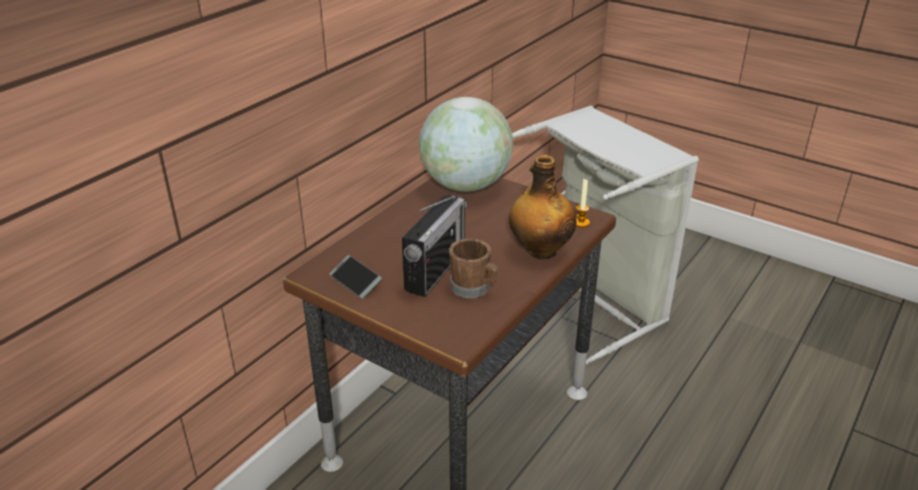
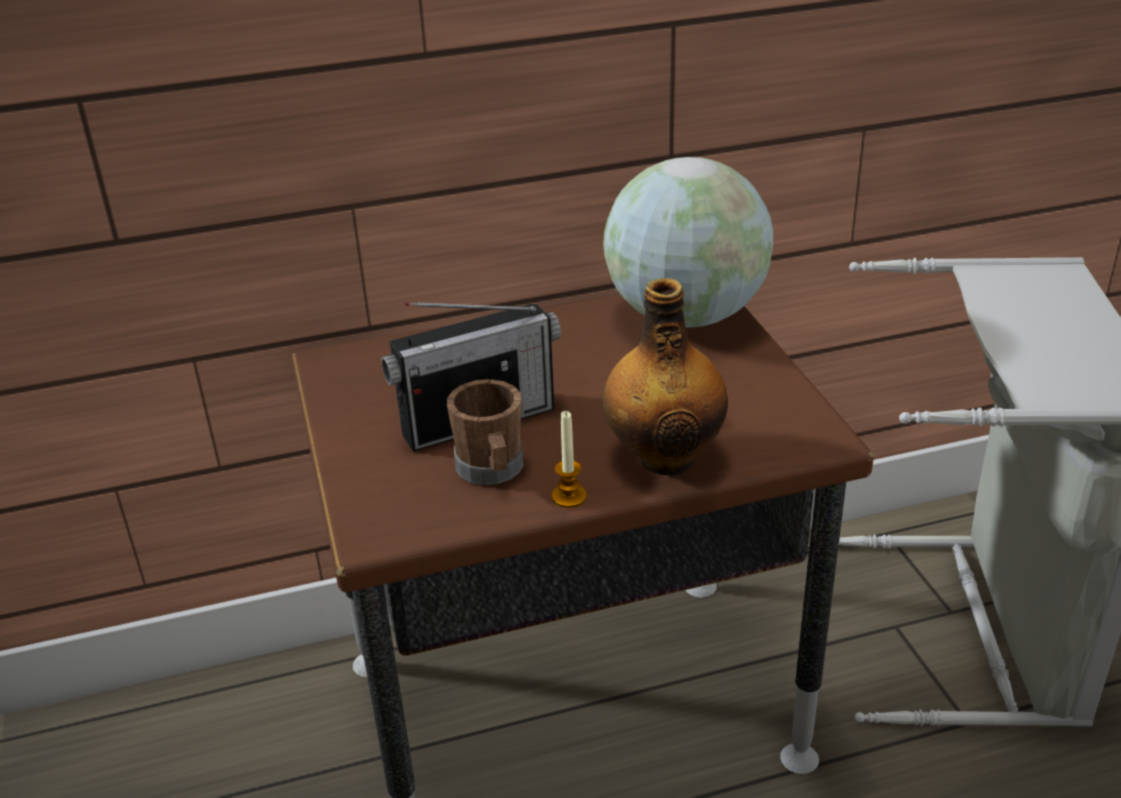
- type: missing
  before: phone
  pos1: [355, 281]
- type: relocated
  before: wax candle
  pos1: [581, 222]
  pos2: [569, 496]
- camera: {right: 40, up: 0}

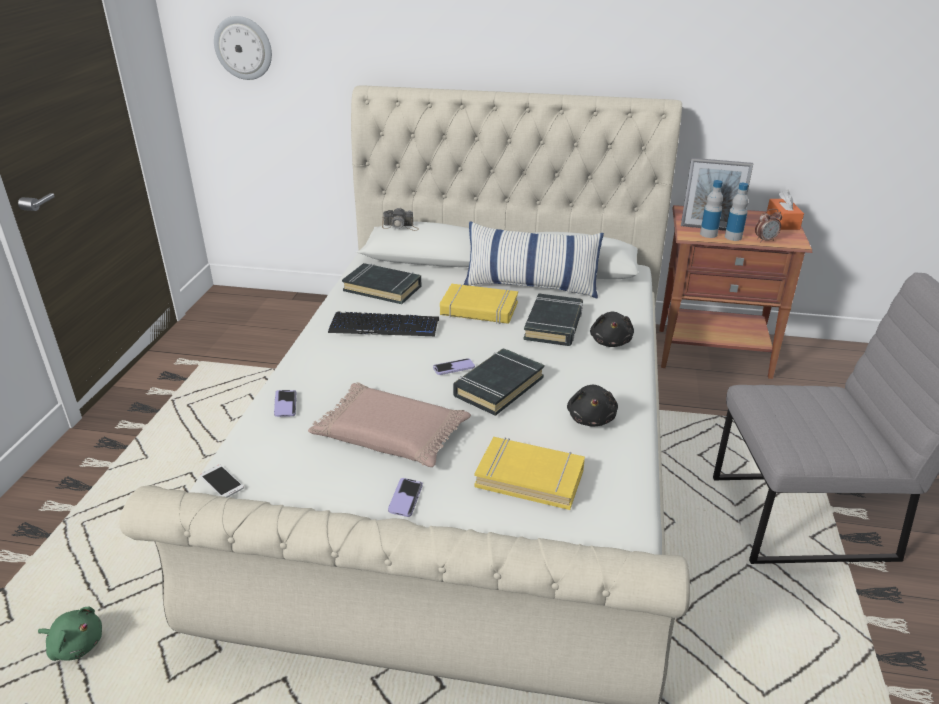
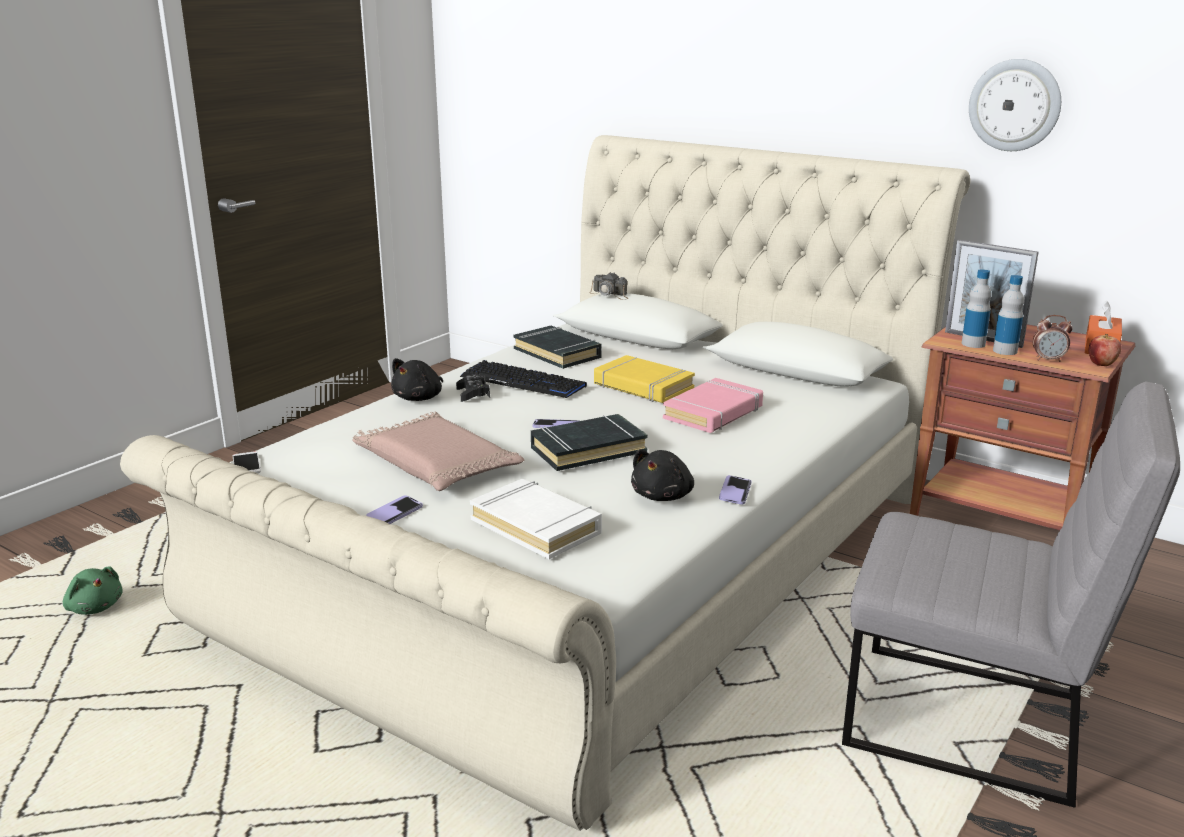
- type: missing
  before: pillow
  pos1: [531, 286]
- type: appeared
  after: game controller/blackish
  pos2: [473, 394]
- type: appeared
  after: whole apple
  pos2: [1101, 364]
- type: relocated
  before: wall clock
  pos1: [243, 48]
  pos2: [1014, 105]
- type: relocated
  before: phone
  pos1: [285, 404]
  pos2: [735, 491]
- type: relocated
  before: cuddly toy/blackish
  pos1: [611, 341]
  pos2: [419, 398]
- type: colour
  before: bound book/yellow-coloured
  after: bound book/whitish
  pos1: [530, 478]
  pos2: [536, 526]
- type: colour
  before: bound book/blackish
  after: bound book/pink-coloured
  pos1: [554, 325]
  pos2: [714, 413]
- camera: {right: 25, up: -10}

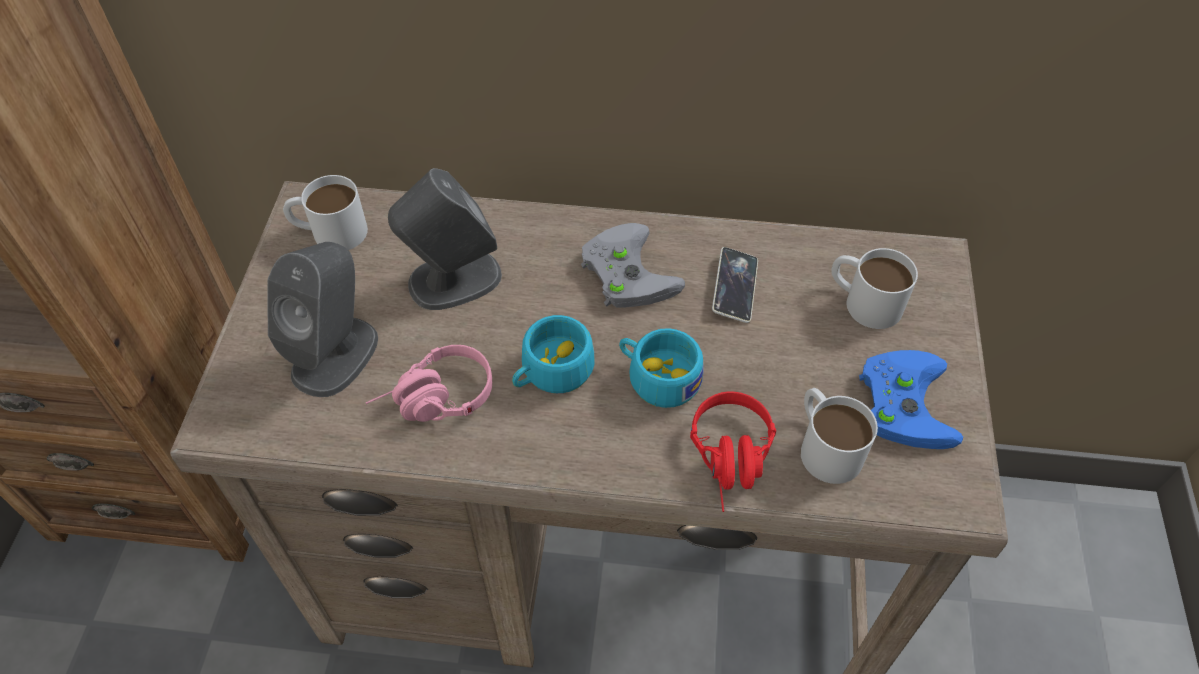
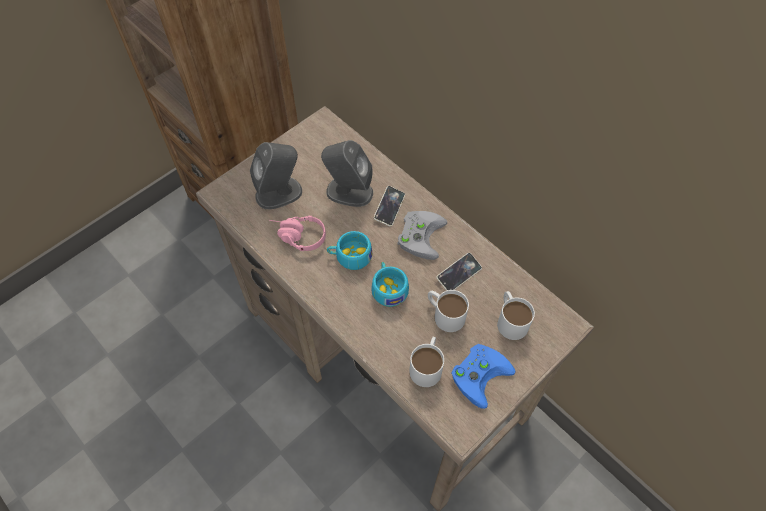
- type: missing
  before: headset/reddish
  pos1: [732, 462]
- type: appeared
  after: phone
  pos2: [389, 207]
- type: relocated
  before: tea mug/whitish
  pos1: [329, 231]
  pos2: [444, 314]
- camera: {right: 40, up: 5}

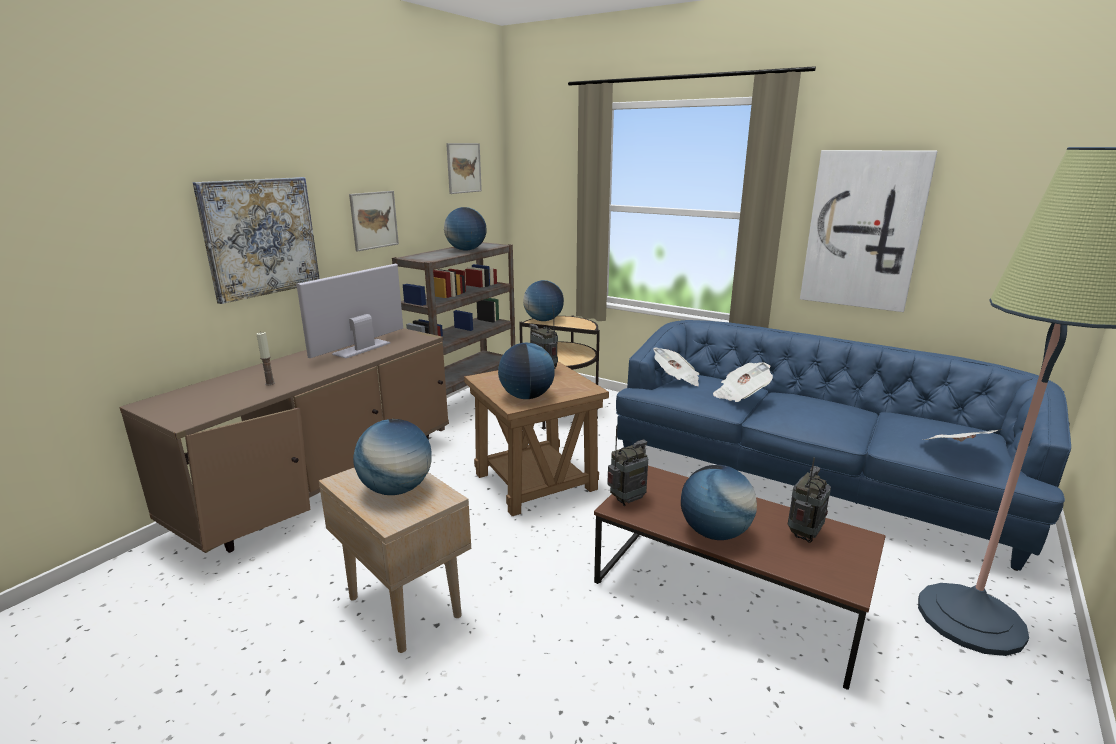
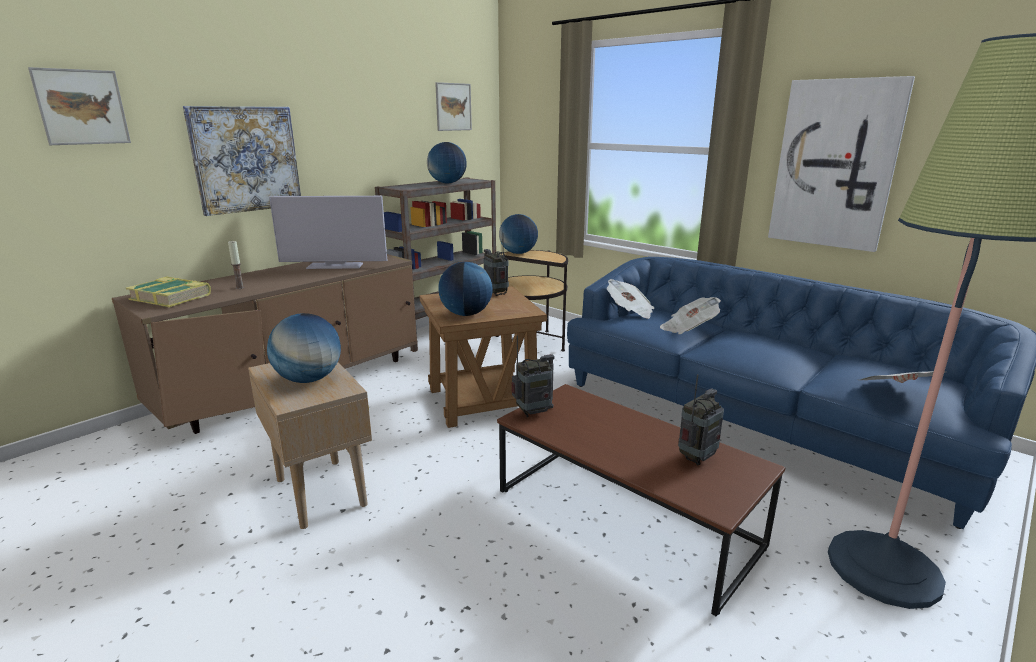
- type: missing
  before: world globe
  pos1: [714, 533]
- type: appeared
  after: bound book
  pos2: [171, 297]
- type: relocated
  before: picture
  pos1: [374, 220]
  pos2: [82, 107]
- type: spun
  before: TV
  pos1: [362, 348]
  pos2: [335, 266]
  turn: -135
- camera: {right: 10, up: 0}

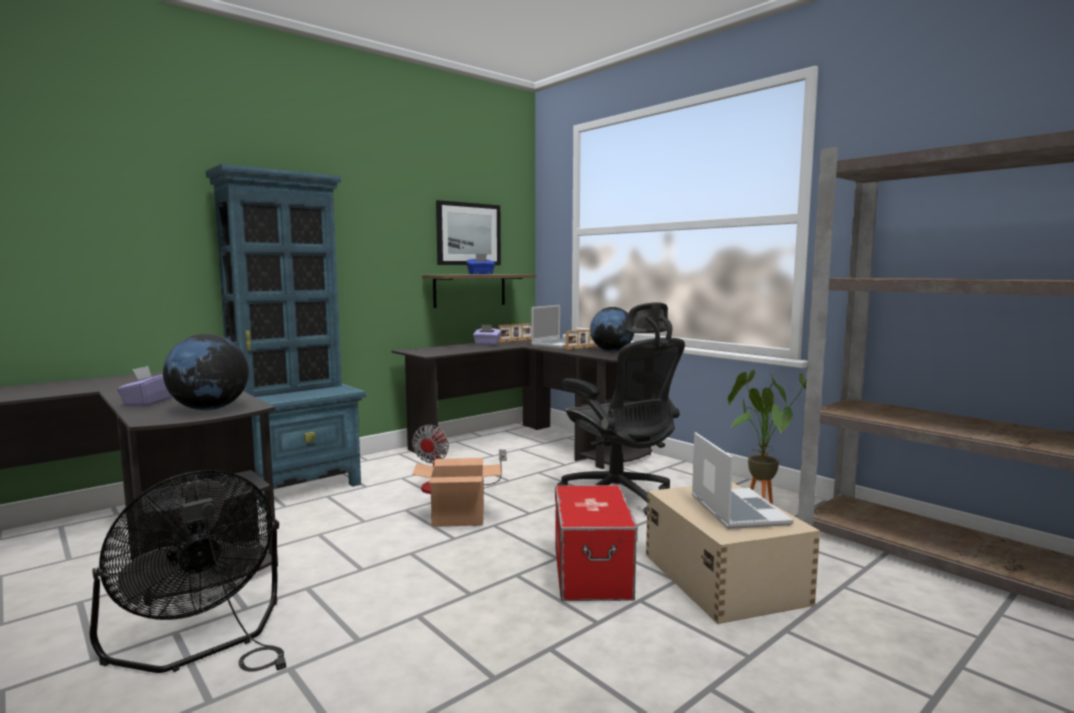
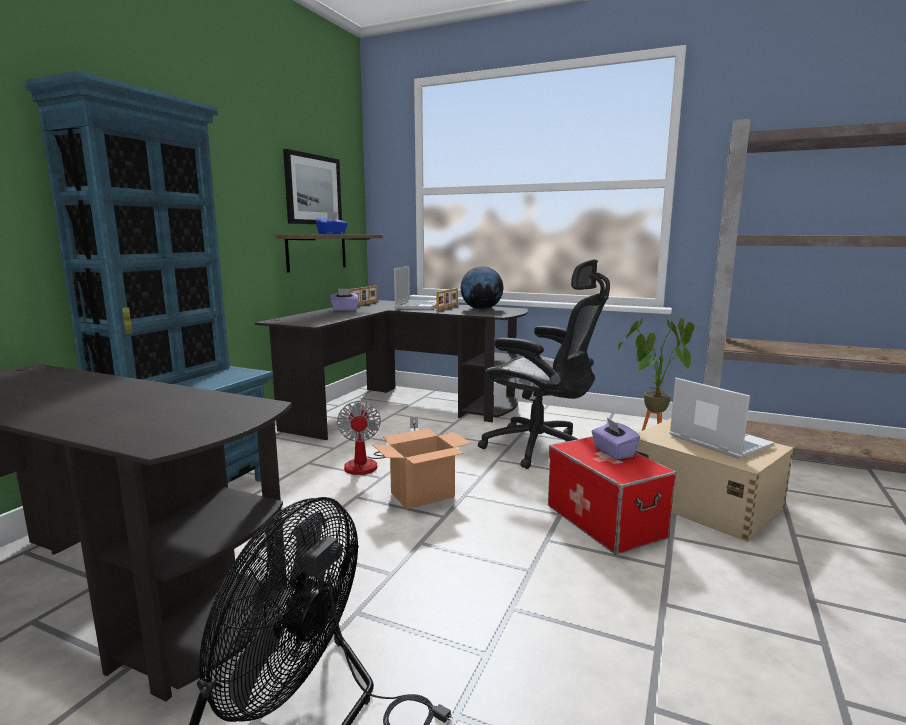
- type: missing
  before: world globe
  pos1: [209, 409]
- type: relocated
  before: tissue box/purple
  pos1: [147, 402]
  pos2: [613, 452]
- camera: {right: -25, up: 5}

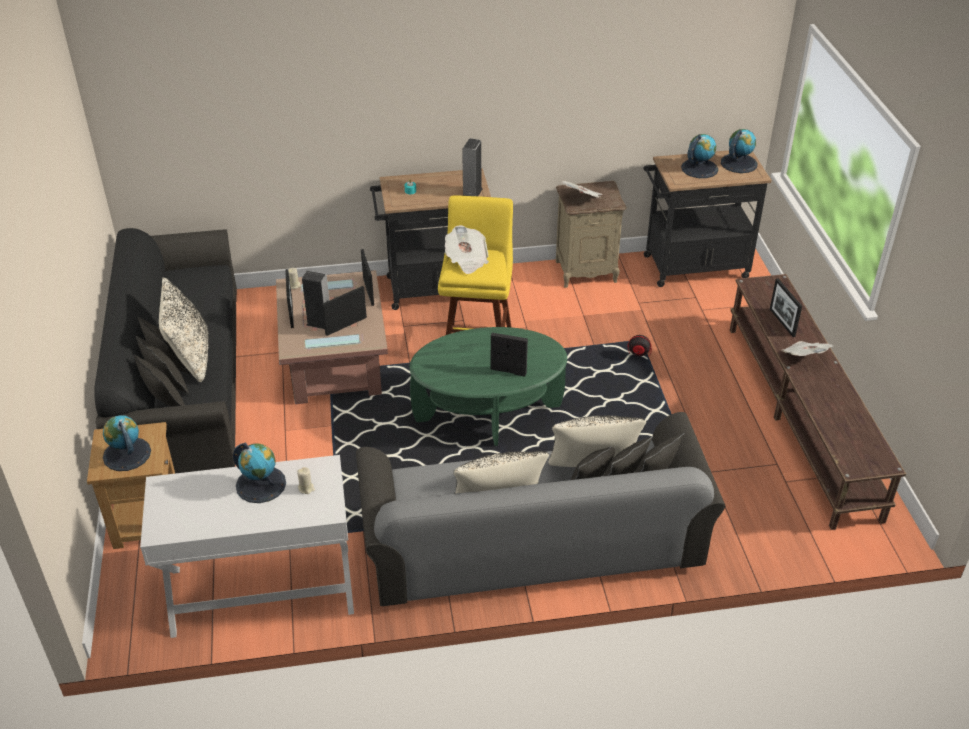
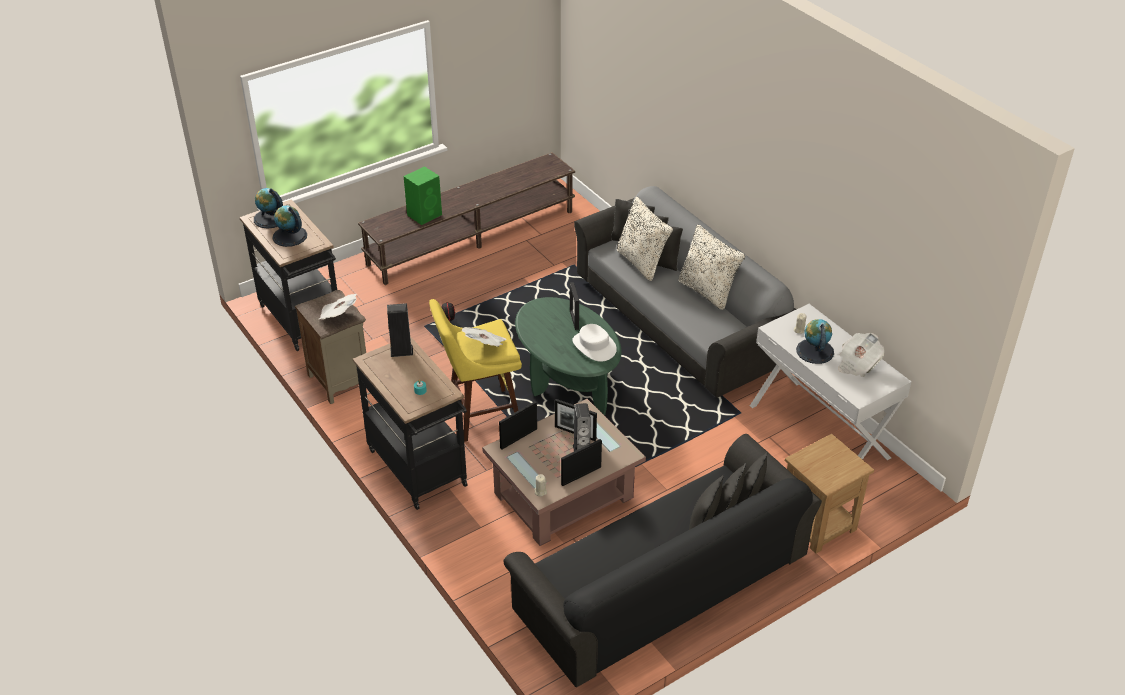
- type: missing
  before: world globe
  pos1: [126, 454]
- type: missing
  before: pillow/beige-coloured
  pos1: [191, 359]
- type: appeared
  after: wearable hat/whitish
  pos2: [594, 346]
- type: relocated
  before: daily paper
  pos1: [804, 357]
  pos2: [857, 364]
- type: exchanged
  before: photo frame
  after: speaker/greenish
  pos1: [782, 322]
  pos2: [425, 214]
- camera: {right: -115, up: 0}

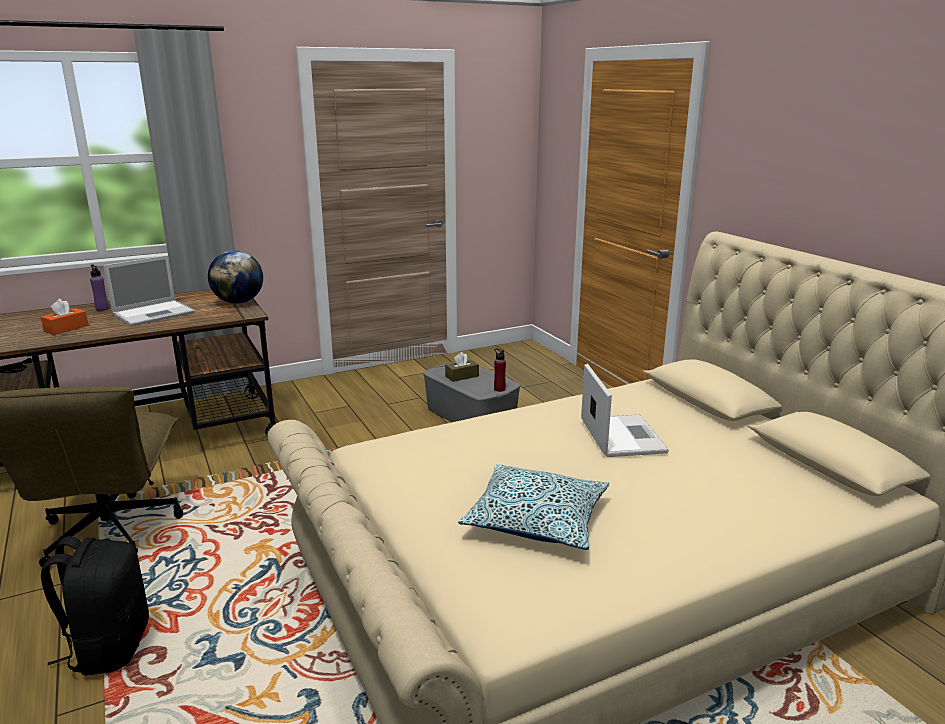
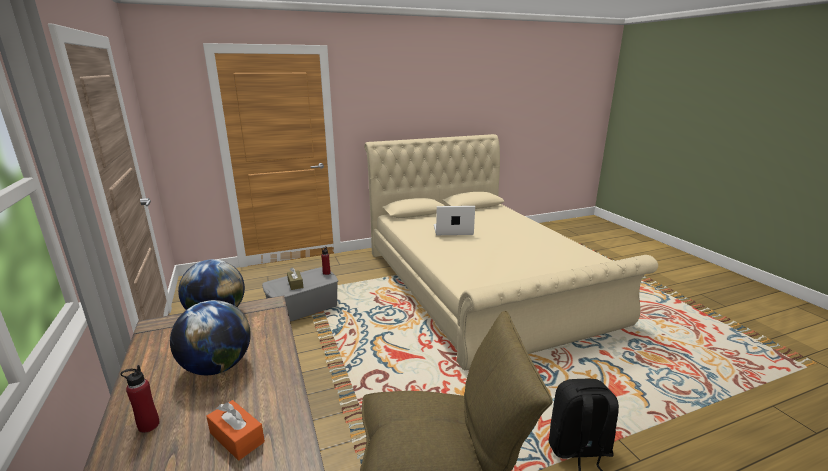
- type: missing
  before: pillow
  pos1: [537, 520]
- type: exchanged
  before: laptop
  after: world globe
  pos1: [155, 313]
  pos2: [217, 367]
- type: colour
  before: drink bottle/purple
  after: drink bottle/reddish
  pos1: [102, 309]
  pos2: [148, 425]
- camera: {right: -85, up: 0}

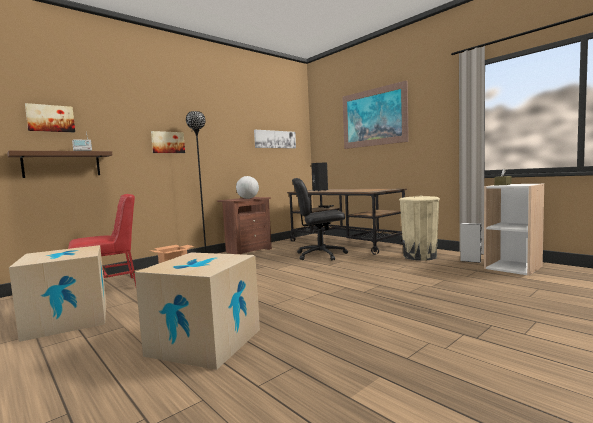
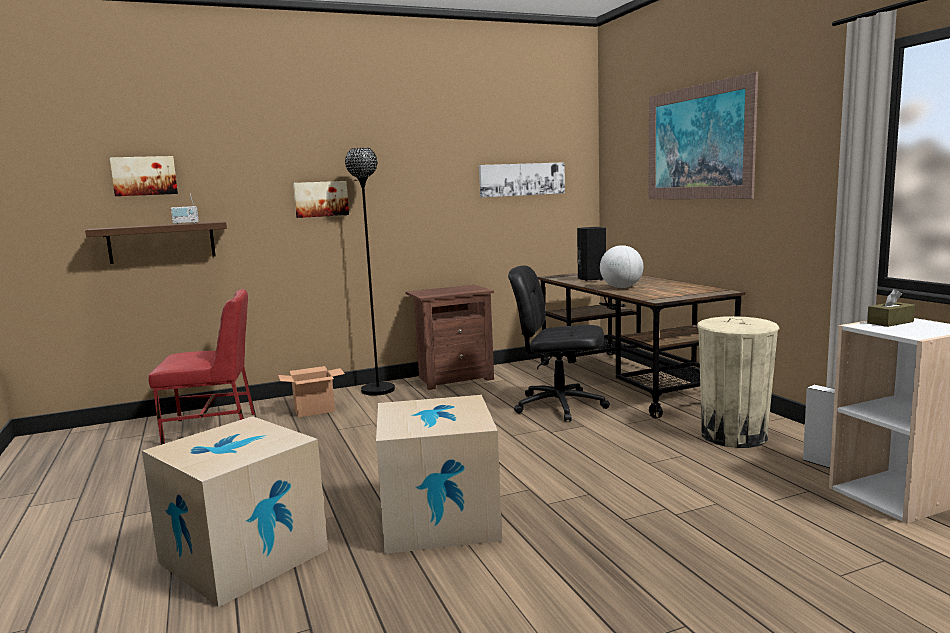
- type: relocated
  before: cardboard box
  pos1: [68, 320]
  pos2: [439, 519]
- type: relocated
  before: world globe
  pos1: [248, 198]
  pos2: [621, 287]
- camera: {right: 20, up: 5}

